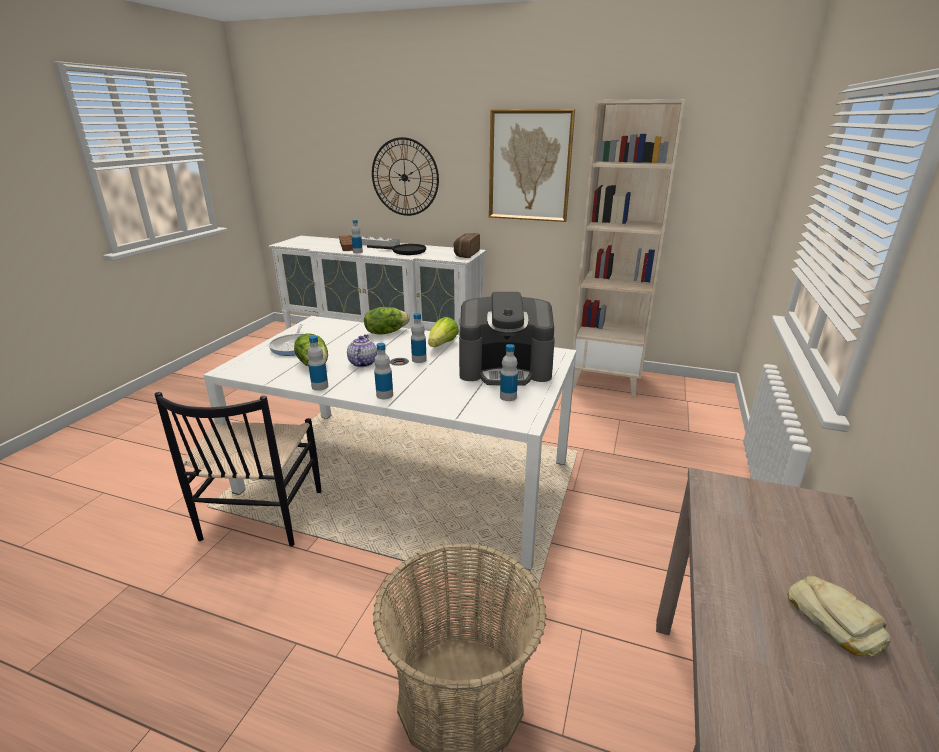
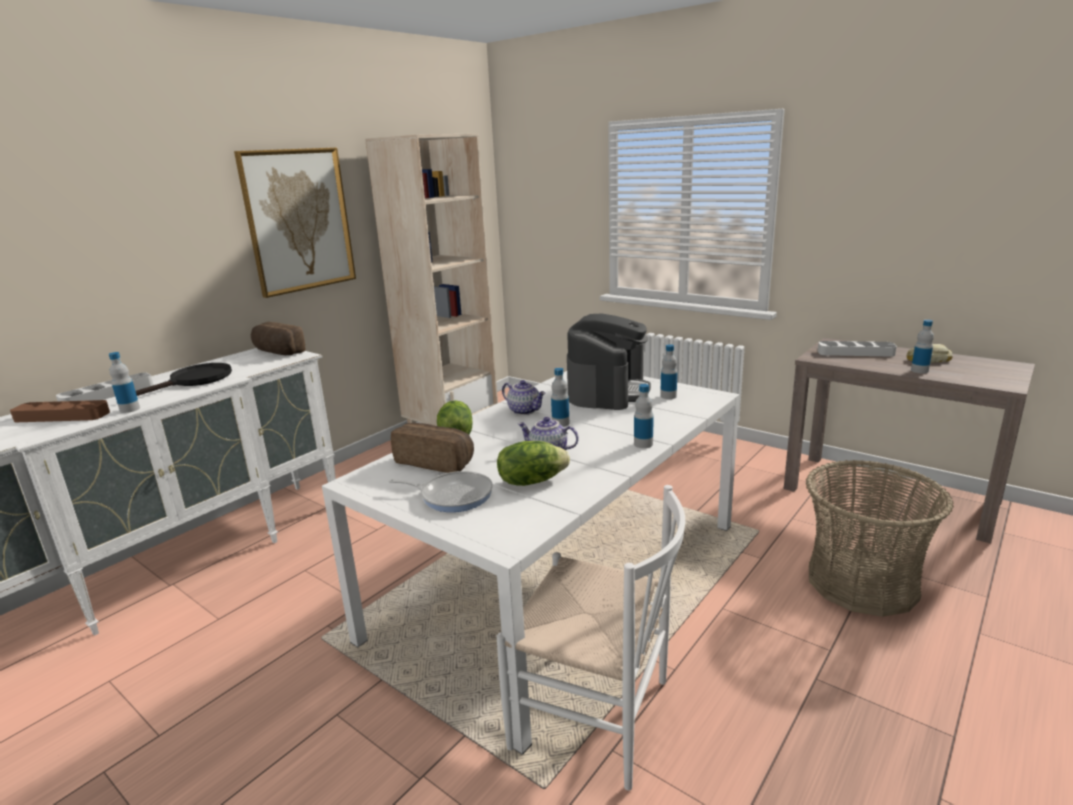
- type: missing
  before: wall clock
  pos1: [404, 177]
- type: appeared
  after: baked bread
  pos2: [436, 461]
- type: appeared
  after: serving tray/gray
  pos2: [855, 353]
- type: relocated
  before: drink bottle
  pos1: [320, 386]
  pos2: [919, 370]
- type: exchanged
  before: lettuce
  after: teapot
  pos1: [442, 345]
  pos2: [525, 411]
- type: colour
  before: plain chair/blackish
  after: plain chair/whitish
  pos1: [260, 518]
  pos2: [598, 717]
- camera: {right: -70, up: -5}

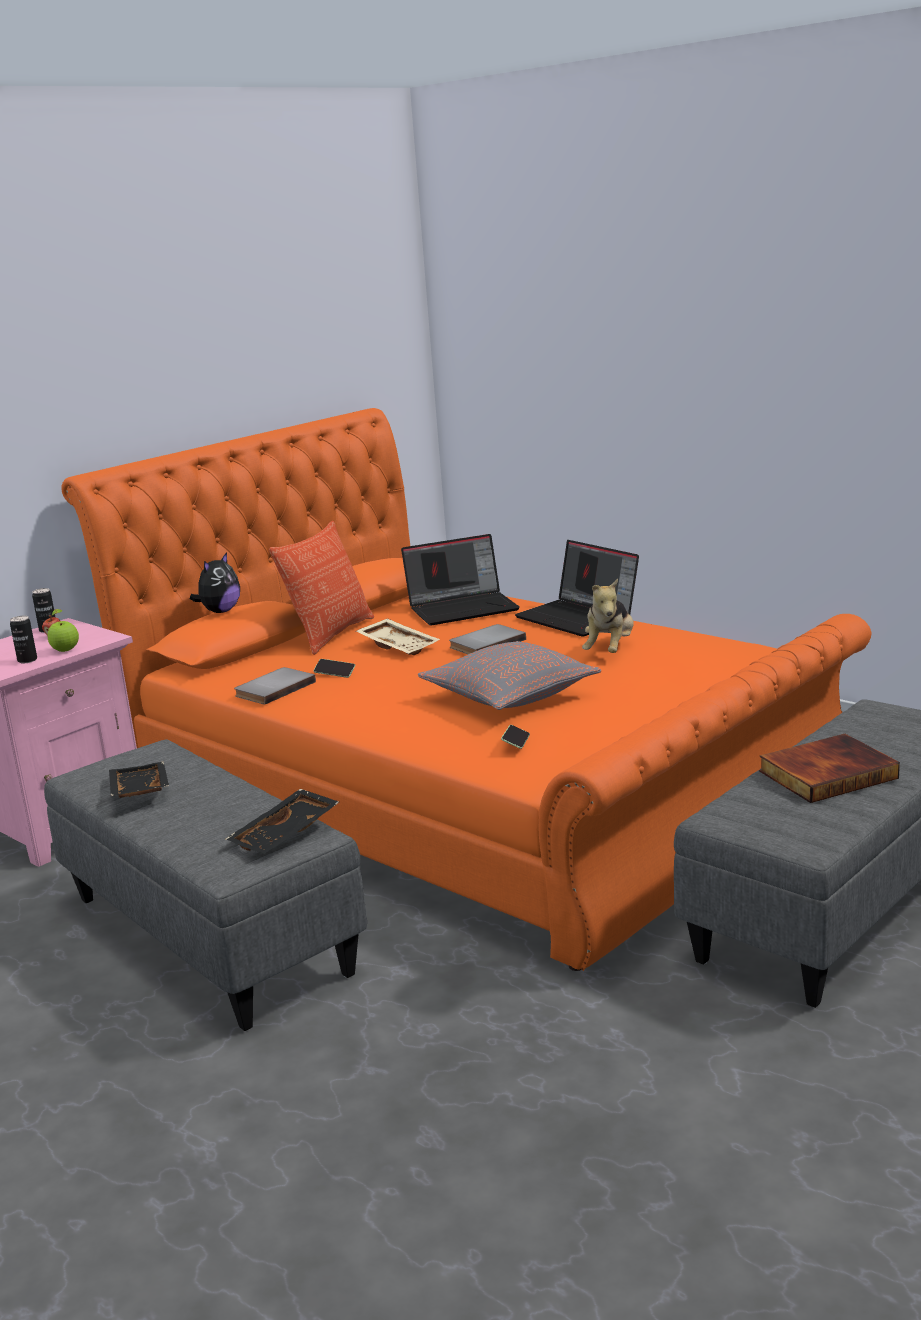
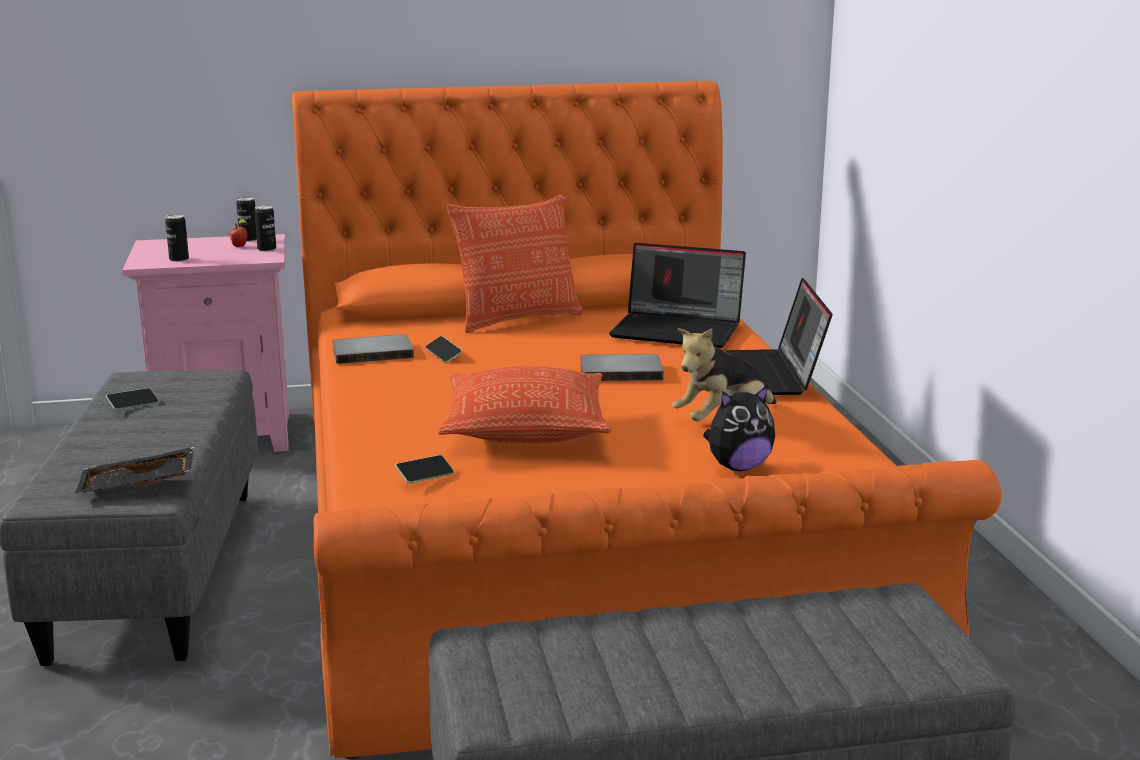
- type: missing
  before: whole apple
  pos1: [65, 650]
- type: missing
  before: serving tray/beige-coloured
  pos1: [399, 646]
- type: missing
  before: bound book
  pos1: [827, 773]
- type: appeared
  after: metal can
  pos2: [267, 249]
- type: relocated
  before: cuddly toy
  pos1: [220, 611]
  pos2: [738, 467]
- type: exchanged
  before: serving tray/blackish
  after: phone
  pos1: [138, 791]
  pos2: [133, 405]
- type: colour
  before: pillow/gray
  after: pillow/orange
  pos1: [510, 696]
  pos2: [526, 430]
- camera: {right: 35, up: 0}

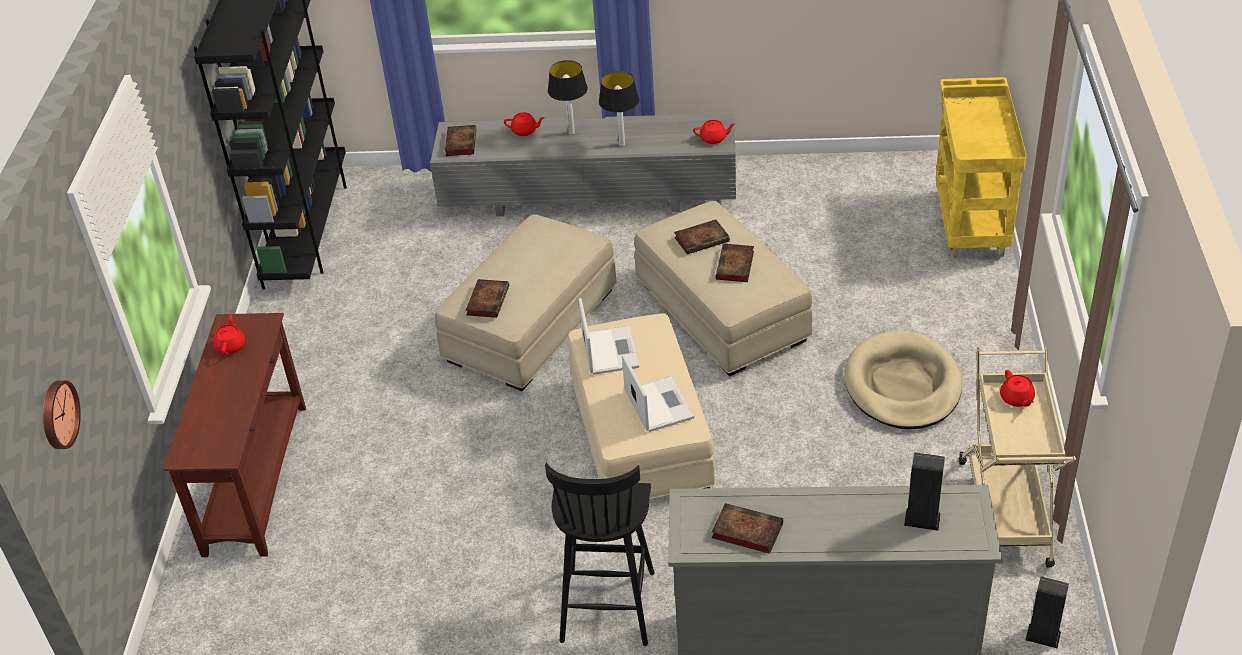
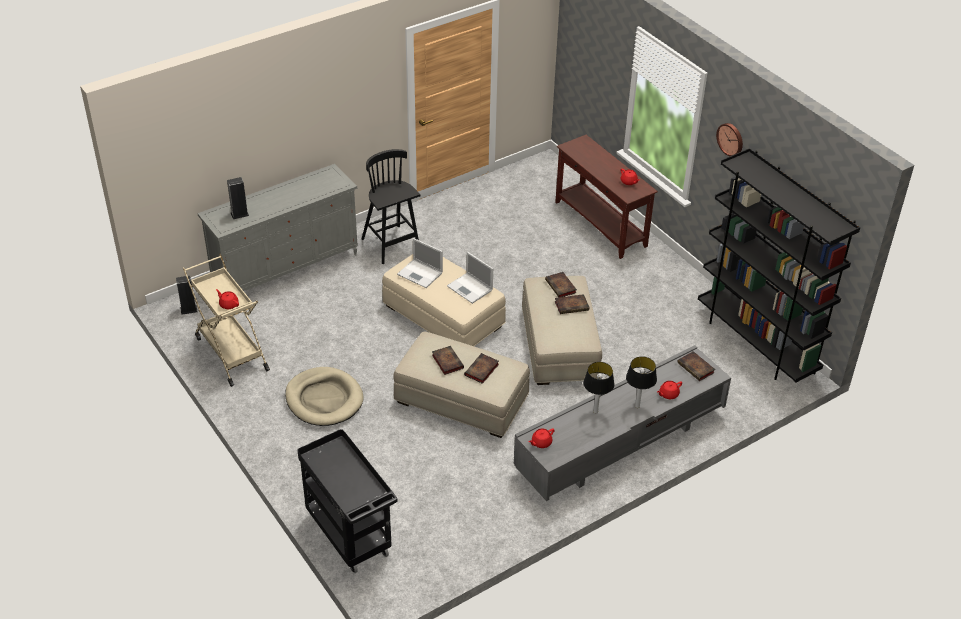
- type: relocated
  before: wall clock
  pos1: [57, 414]
  pos2: [731, 139]
- type: relocated
  before: bound book
  pos1: [745, 531]
  pos2: [572, 305]
- type: colour
  before: wheeled cart/yellow-coloured
  after: wheeled cart/blackish
  pos1: [970, 221]
  pos2: [351, 539]
- camera: {right: 140, up: 0}

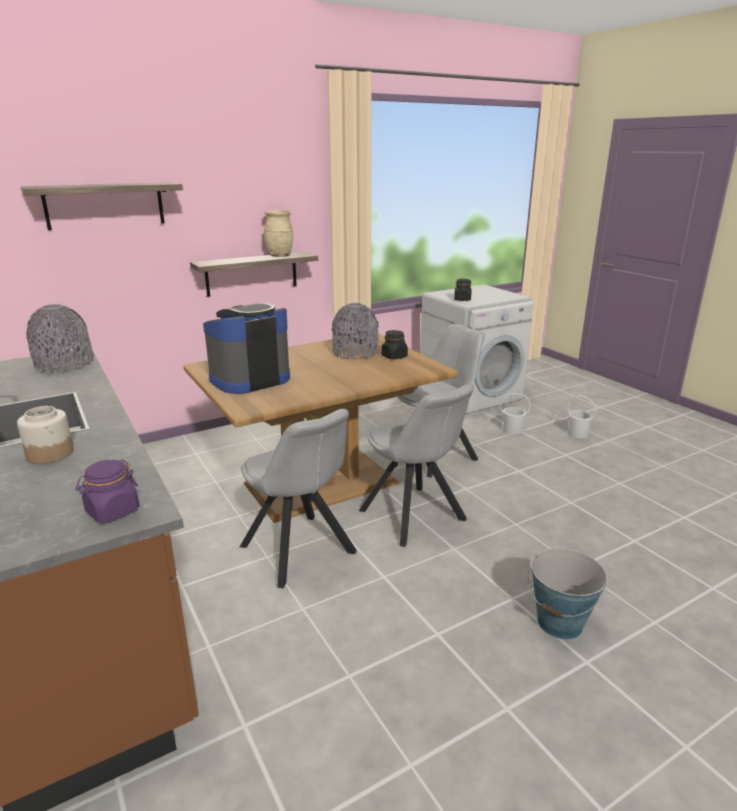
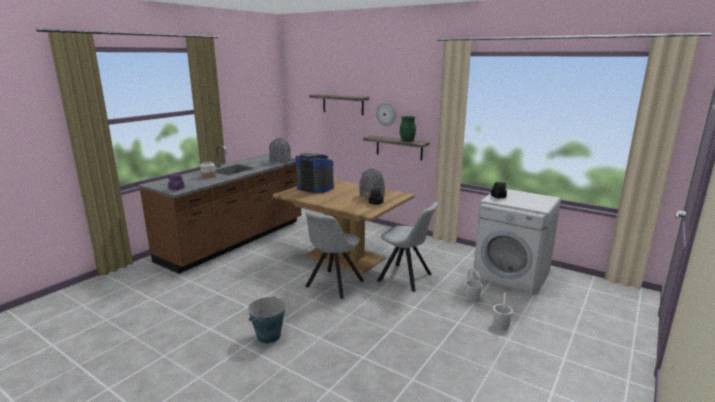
- type: missing
  before: plain chair/gray
  pos1: [299, 551]
- type: appeared
  after: wall clock
  pos2: [386, 114]
- type: colour
  before: vase/beige-coloured
  after: vase/greenish
  pos1: [280, 256]
  pos2: [407, 141]
- camera: {right: 65, up: -5}

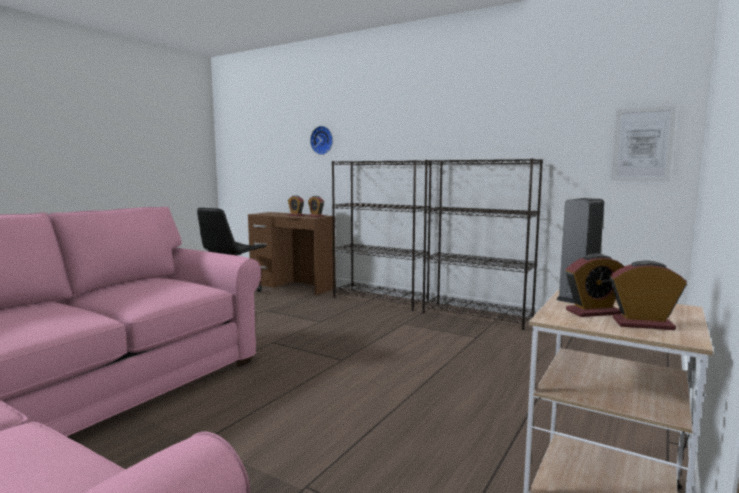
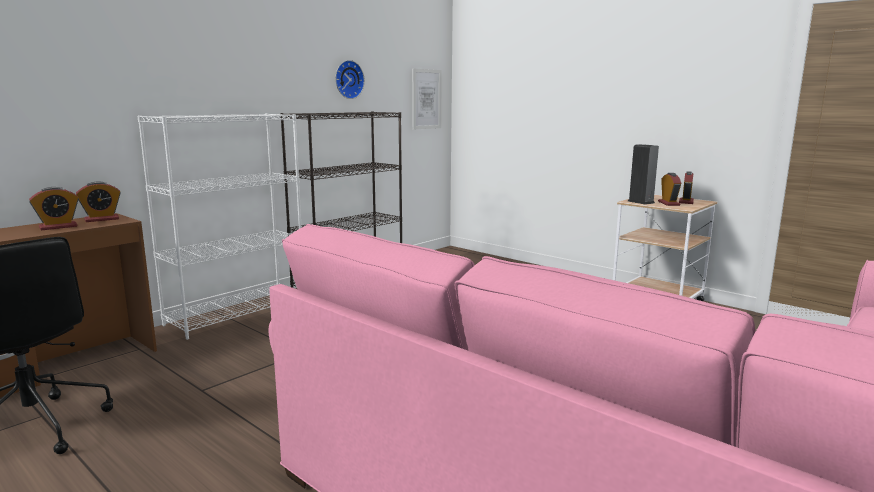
- type: relocated
  before: wall clock
  pos1: [322, 140]
  pos2: [348, 79]
- type: colour
  before: bookcase/blackish
  after: bookcase/whitish
  pos1: [381, 299]
  pos2: [238, 313]
- camera: {right: -80, up: 5}

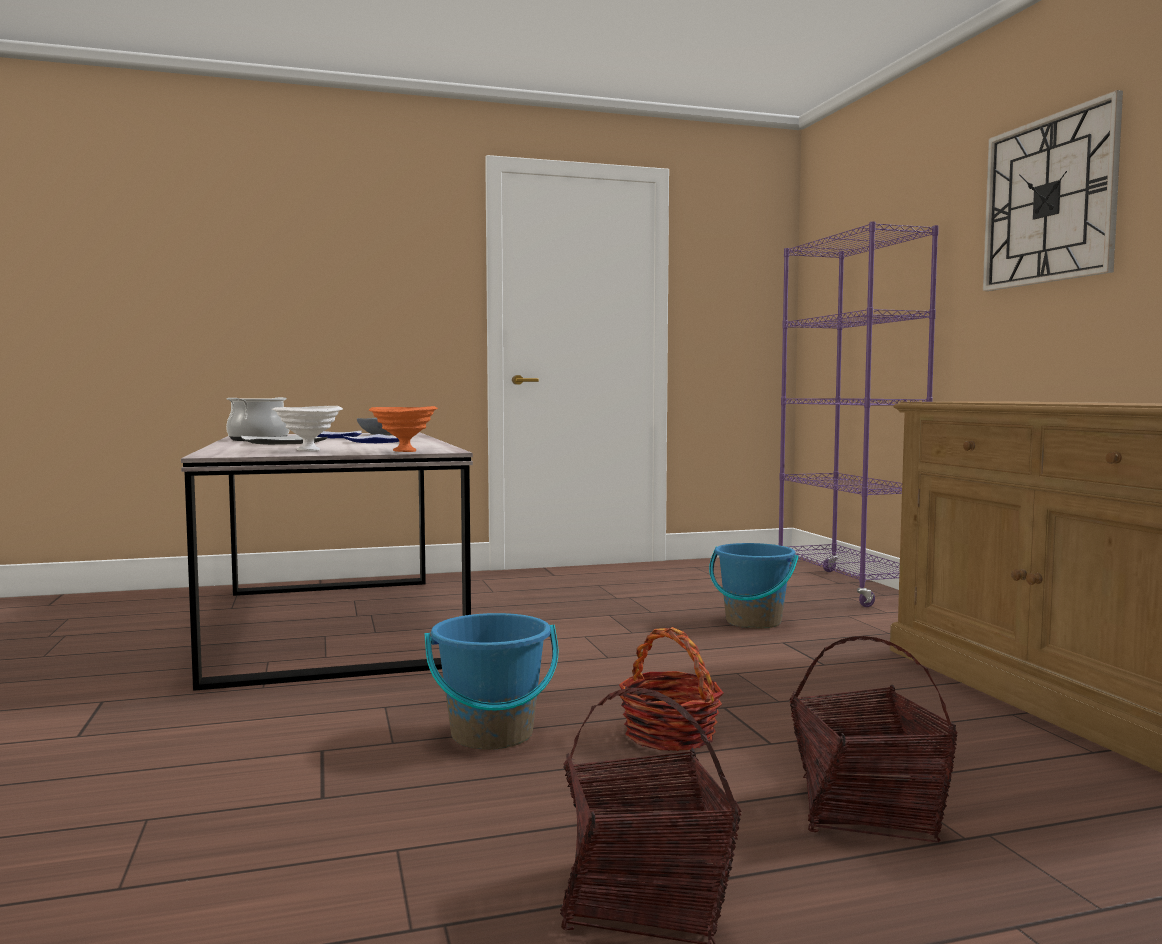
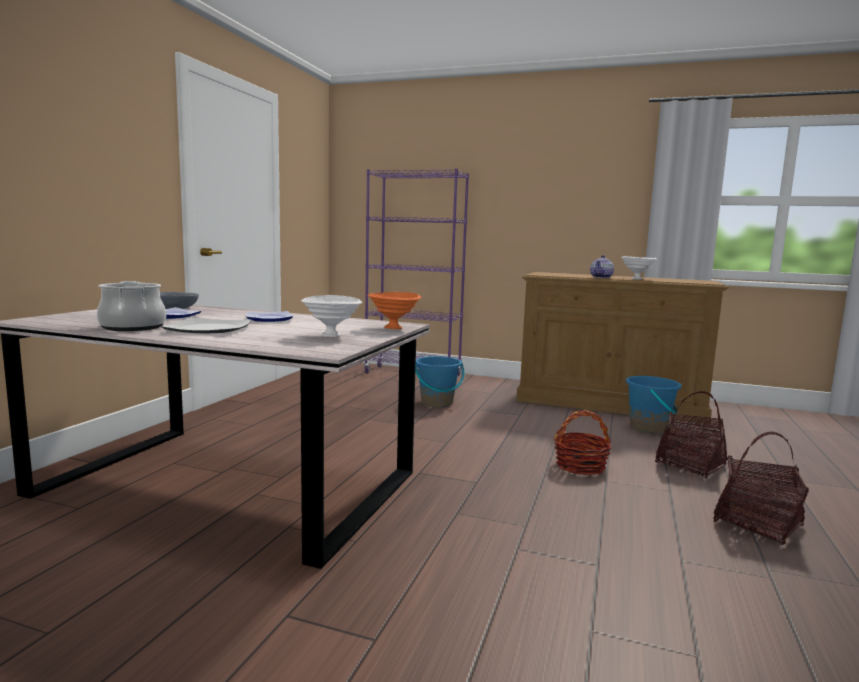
- type: missing
  before: wall clock
  pos1: [1049, 200]
- type: appeared
  after: teapot
  pos2: [601, 277]
- type: appeared
  after: bowl/whitish
  pos2: [636, 279]
- type: relocated
  before: pail/bluish
  pos1: [492, 735]
  pos2: [649, 428]
- camera: {right: -55, up: 5}

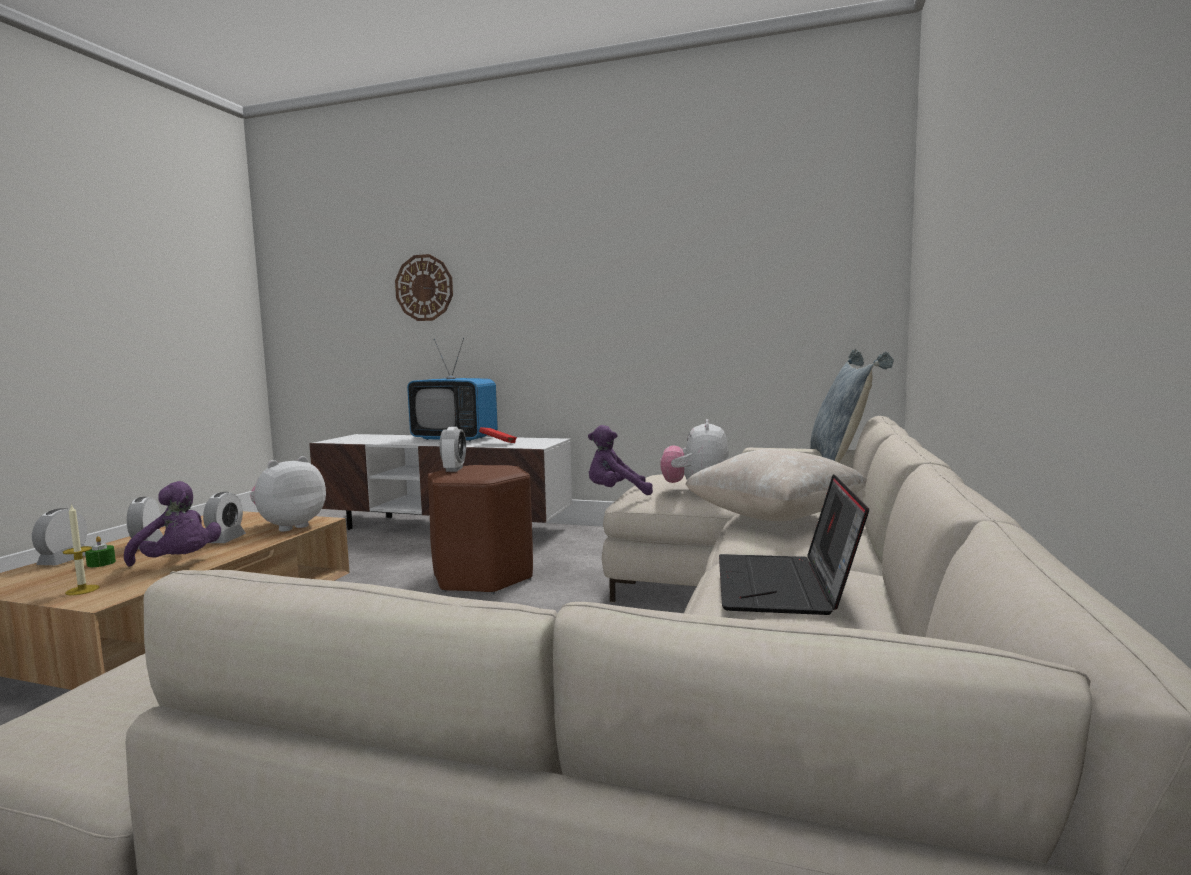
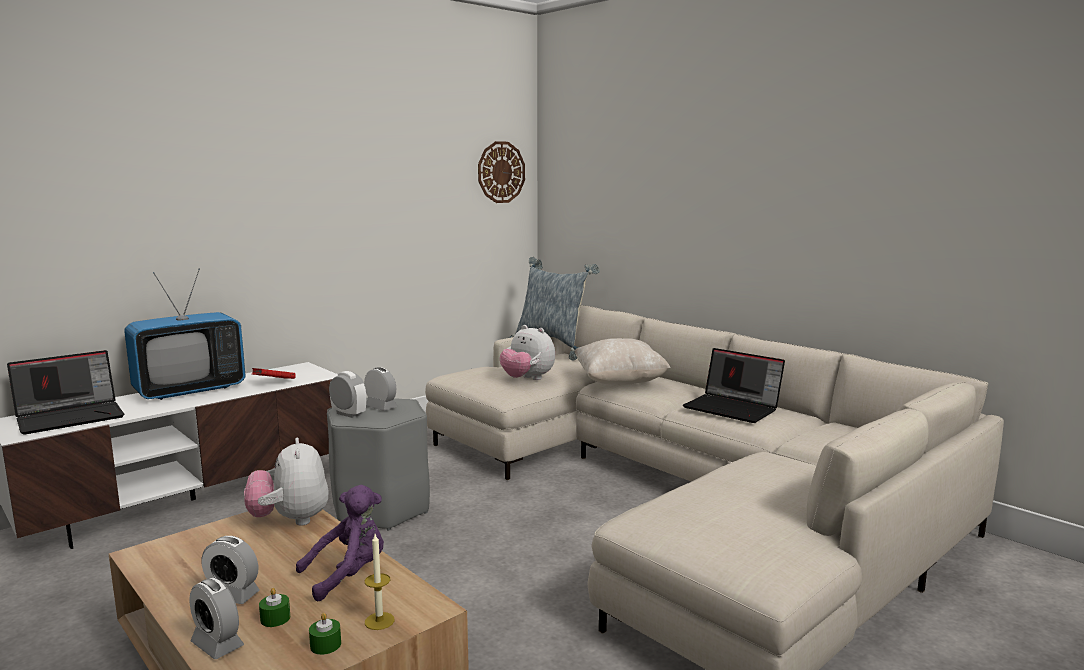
- type: missing
  before: cuddly toy/purple
  pos1: [616, 494]
- type: appeared
  after: laptop
  pos2: [72, 416]
- type: appeared
  after: wax candle/greenish
  pos2: [325, 645]
- type: relocated
  before: bedside clock
  pos1: [226, 539]
  pos2: [381, 407]
- type: relocated
  before: wall clock
  pos1: [424, 288]
  pos2: [501, 172]
- type: colour
  before: stool/brown-coloured
  after: stool/gray
  pos1: [482, 577]
  pos2: [380, 509]
- camera: {right: -60, up: 5}

